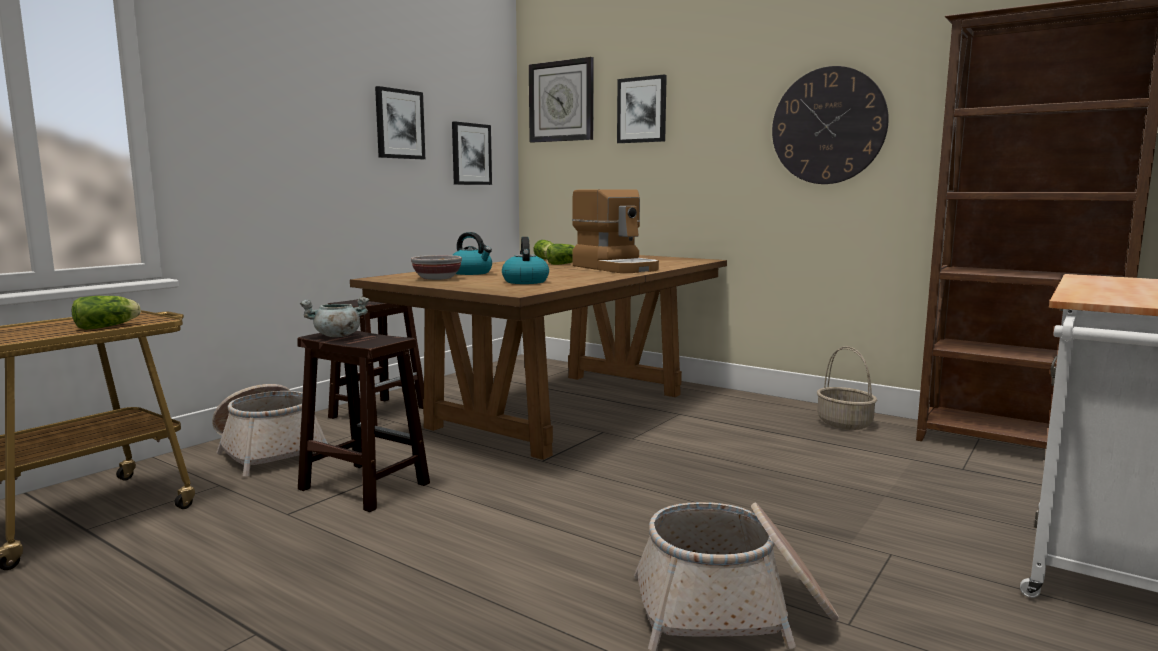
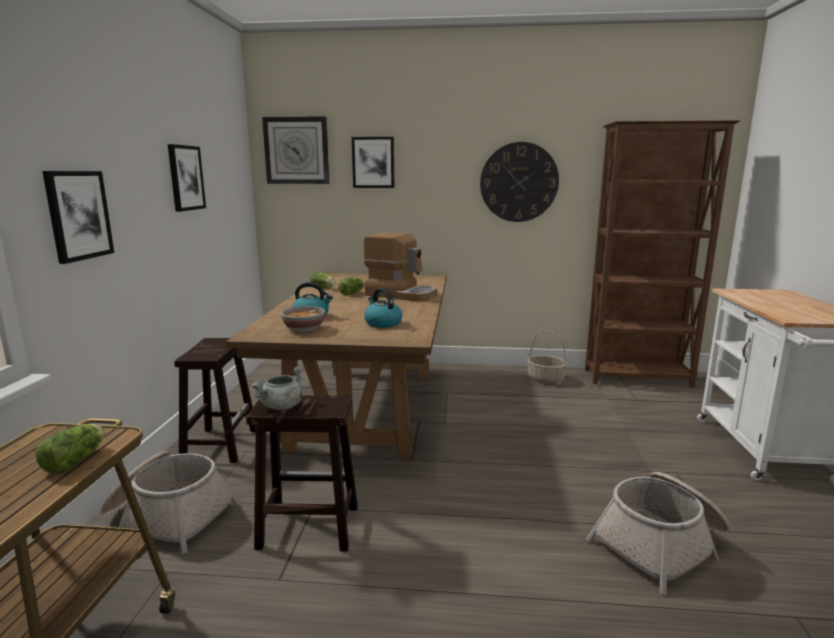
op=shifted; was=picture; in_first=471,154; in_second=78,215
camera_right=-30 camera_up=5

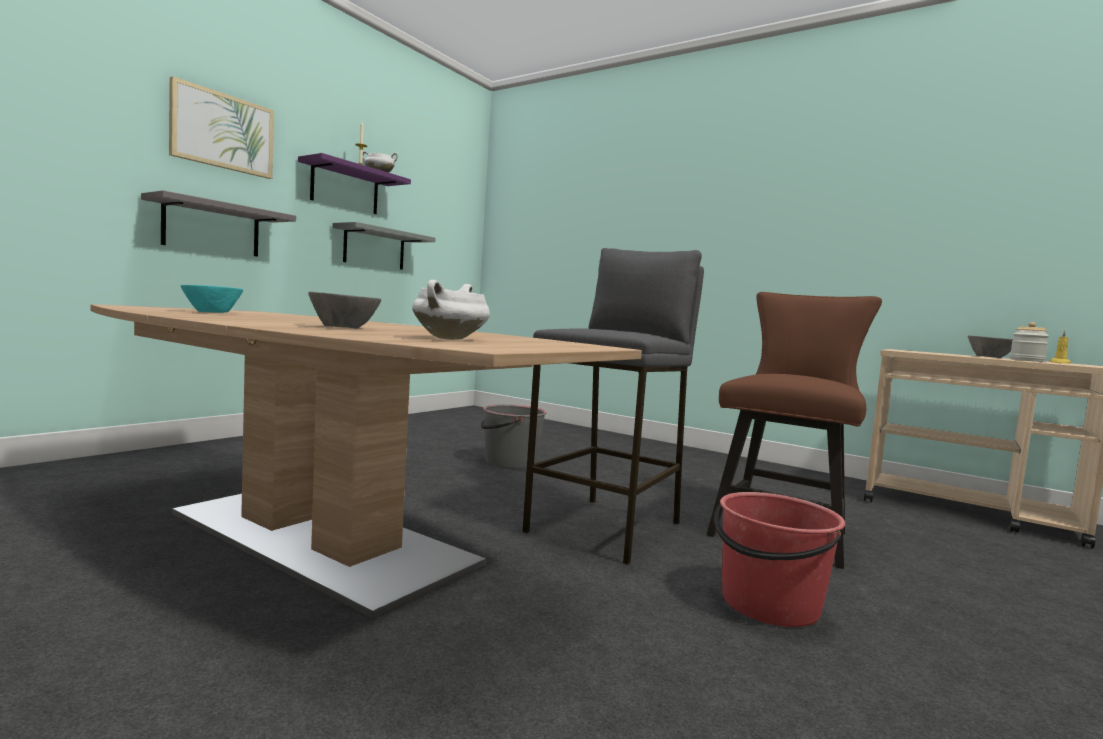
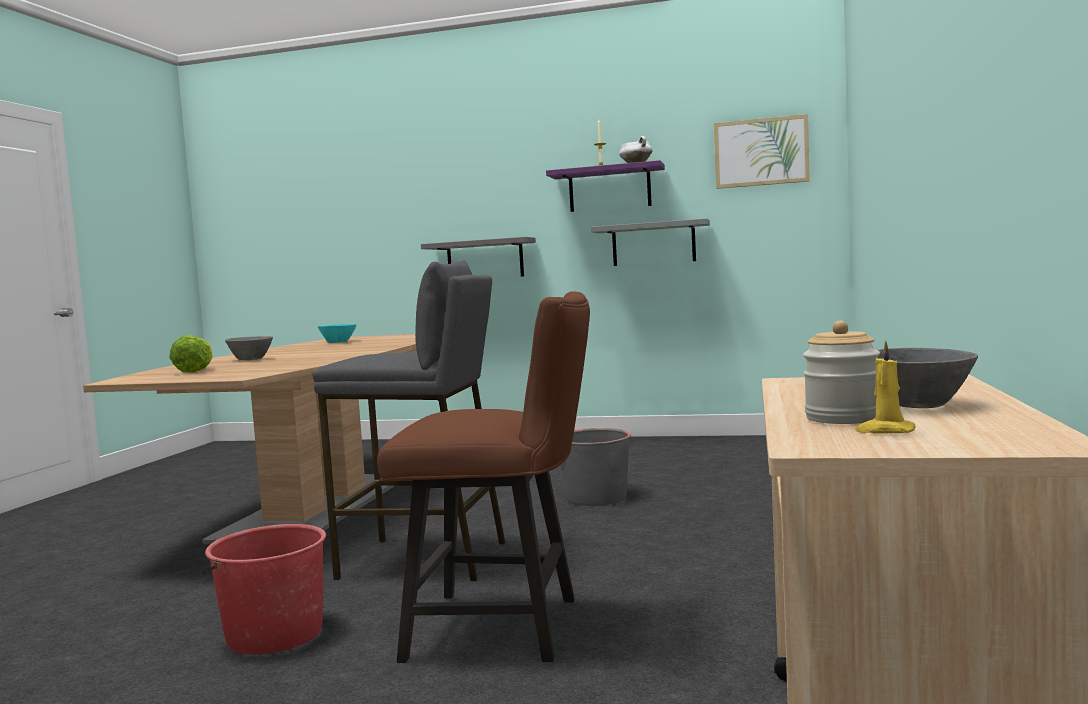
op=shifted; was=picture; in_first=223,131; in_second=761,152
op=swapped; was=white cooking pot; now=lettuce; in_first=450,339; in_second=195,371
camera_right=70 camera_up=0

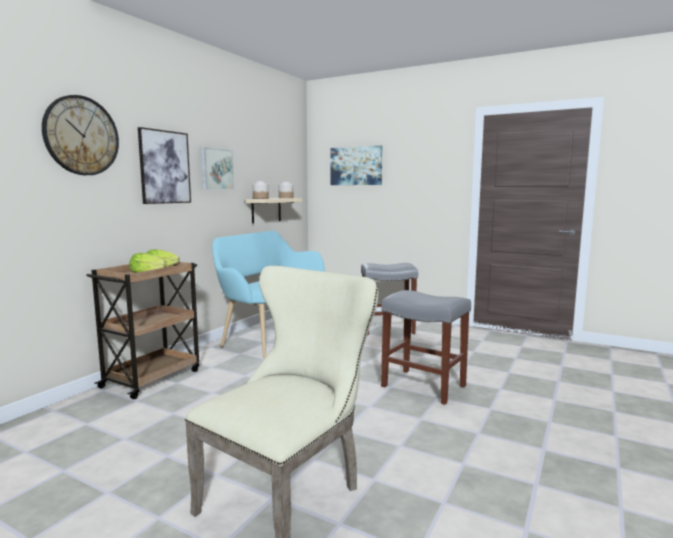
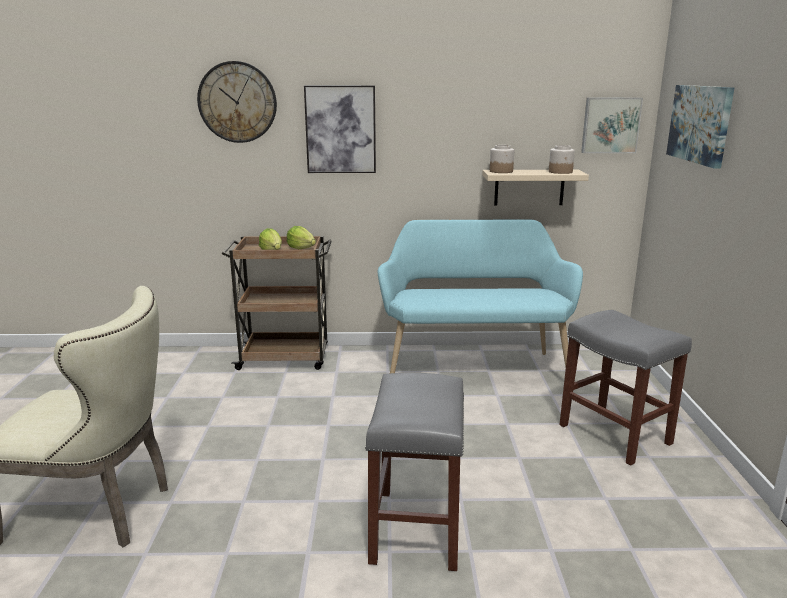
op=shifted; was=picture; in_first=216,169; in_second=610,125
camera_right=60 camera_up=10

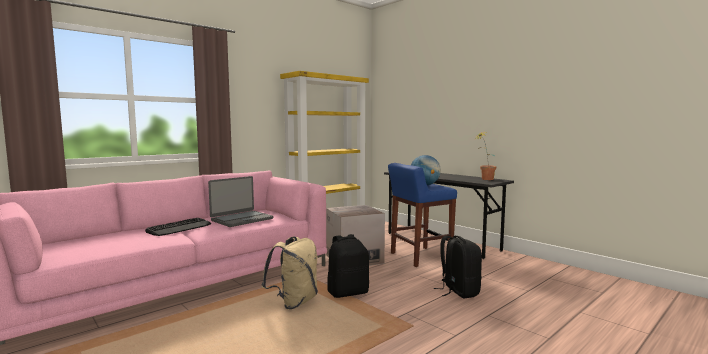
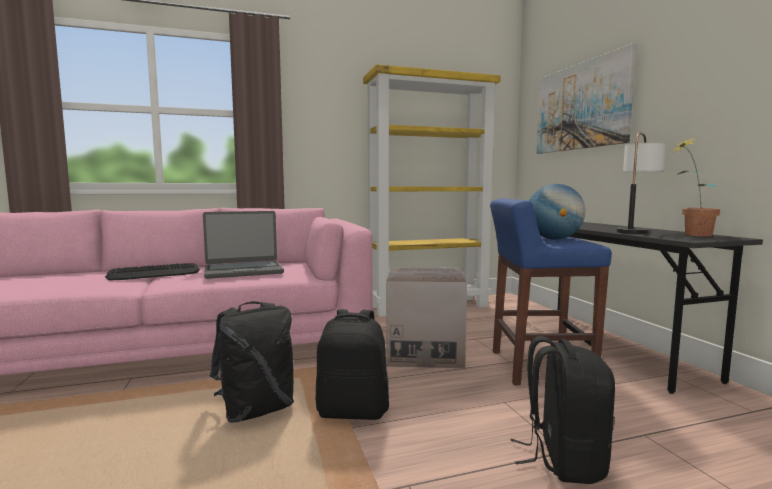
op=repainted; was=beige backpack; now=black backpack; in_first=294,302; in_second=256,410
op=new; now=picture; in_second=581,106
op=new; now=table lamp; in_second=636,231
camera_right=25 camera_up=0

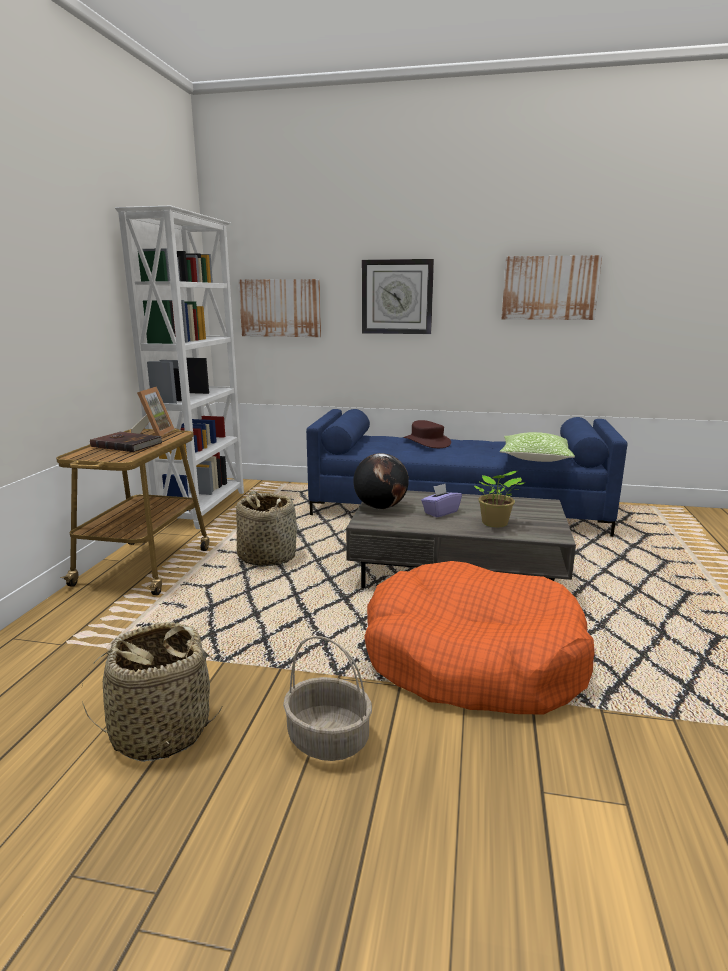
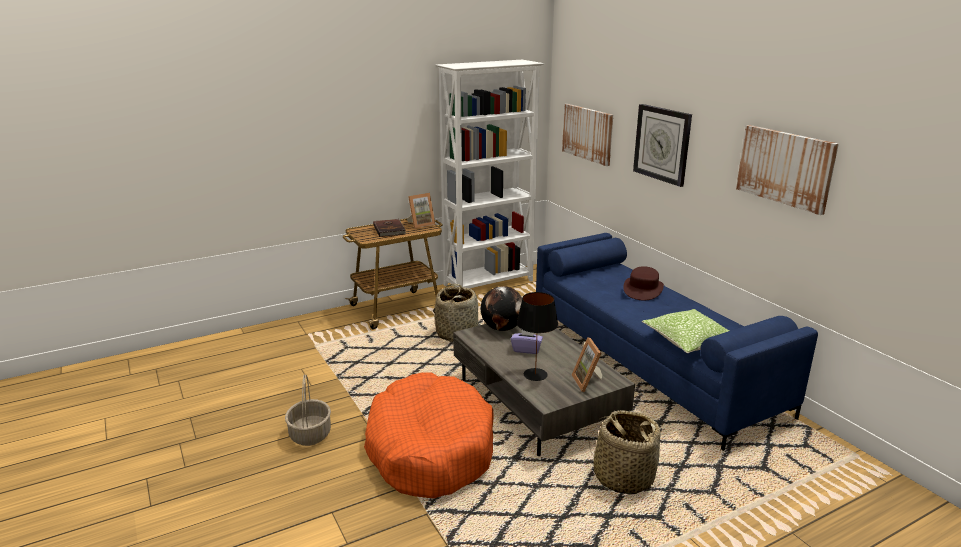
op=swapped; was=potted plant; now=black table lamp; in_first=495,524; in_second=535,374
op=shifted; was=basket; in_first=161,731; in_second=623,477
op=new; now=picture frame; in_second=588,382
camera_right=50 camera_up=5

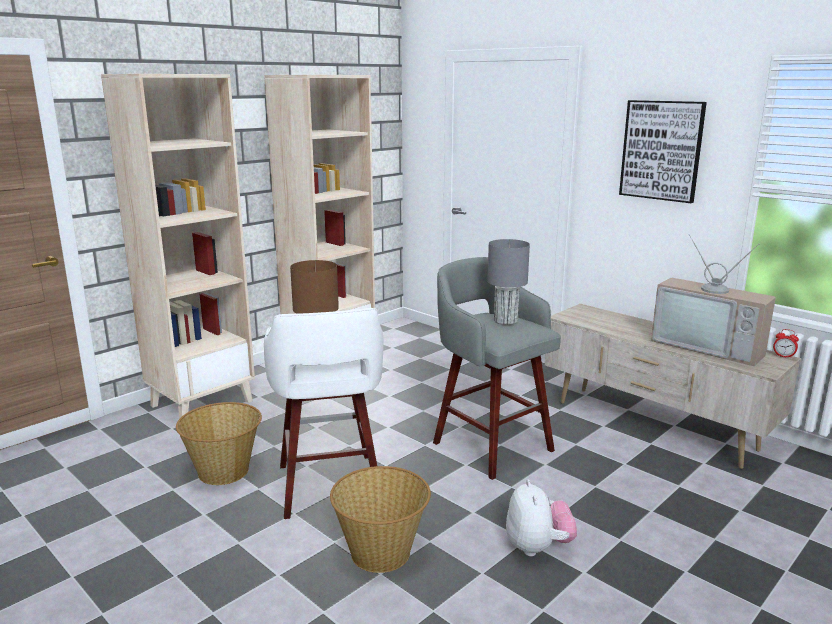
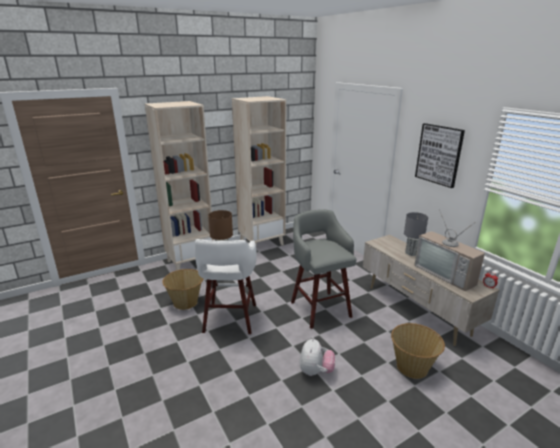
op=shifted; was=grey table lamp; in_first=505,321; in_second=411,253
op=shifted; was=basket; in_first=381,552; in_second=412,367
camera_right=15 camera_up=5

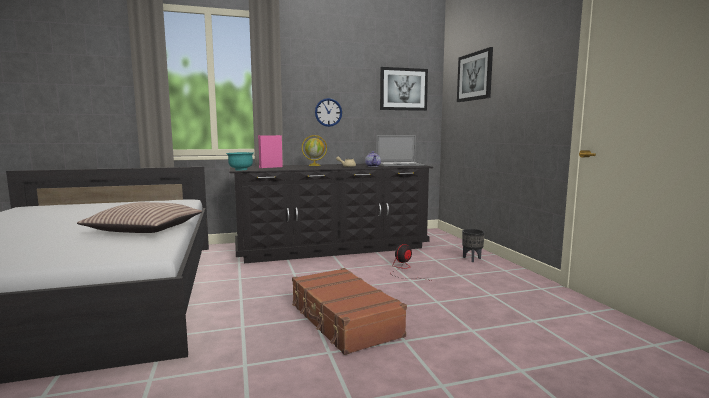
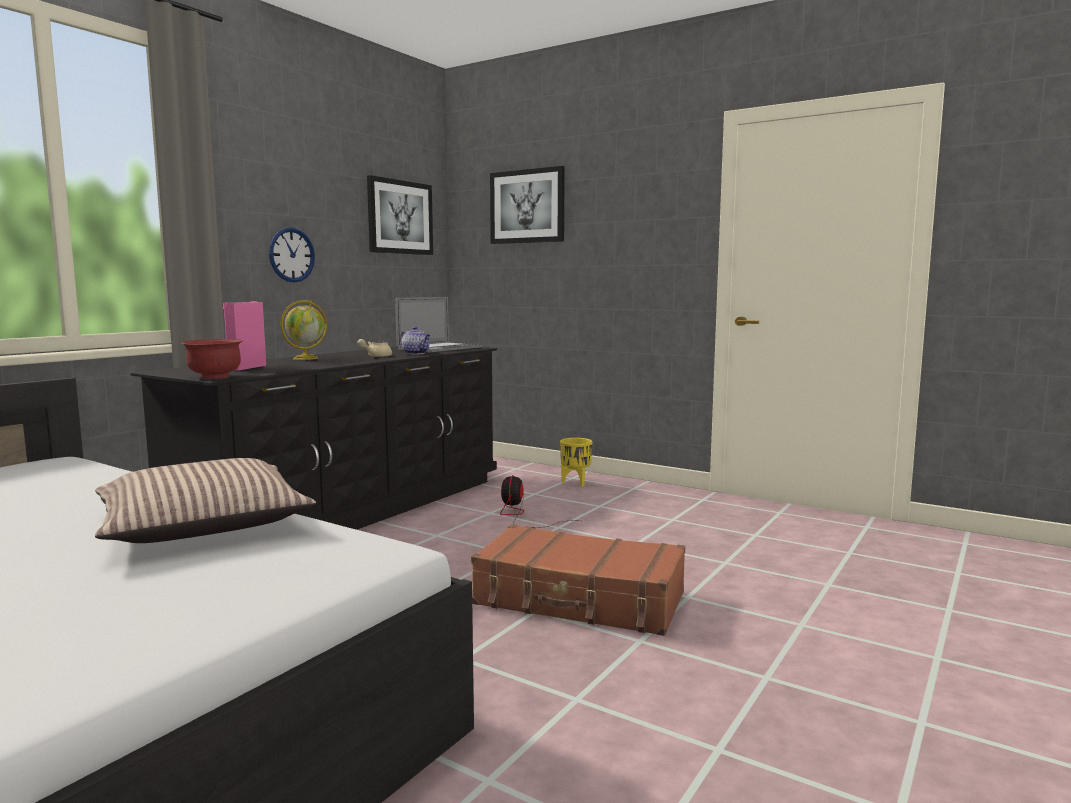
op=repainted; was=turquoise bowl; now=red bowl; in_first=240,169; in_second=214,377
op=repainted; was=black planter; now=yellow planter; in_first=472,259; in_second=576,483
camera_right=-40 camera_up=0

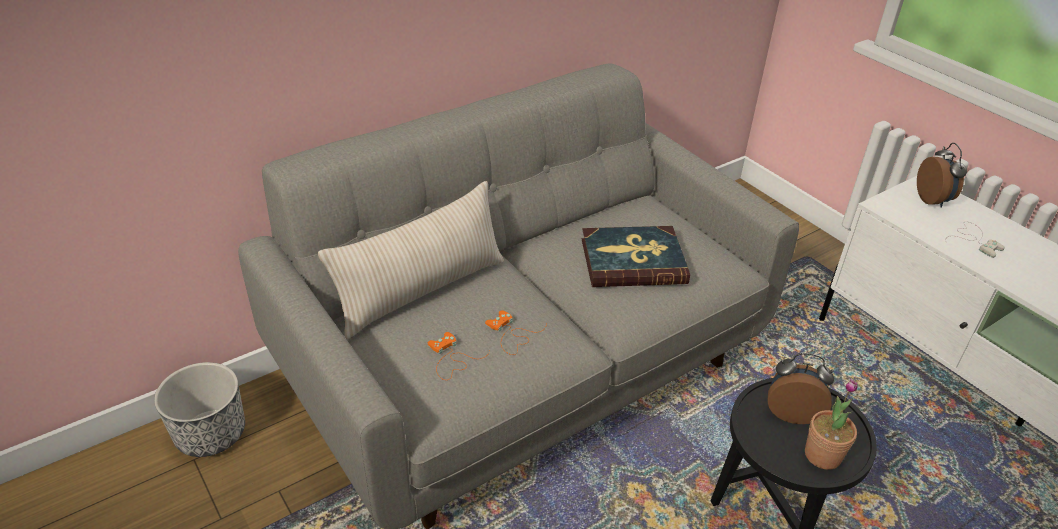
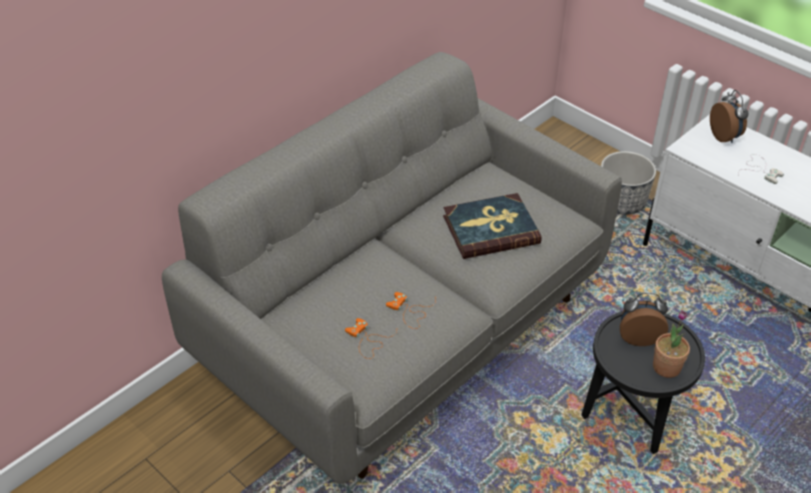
op=gone; was=beige pillow; in_first=421,291
op=shifted; was=planter; in_first=211,433; in_second=621,202
camera_right=-10 camera_up=5

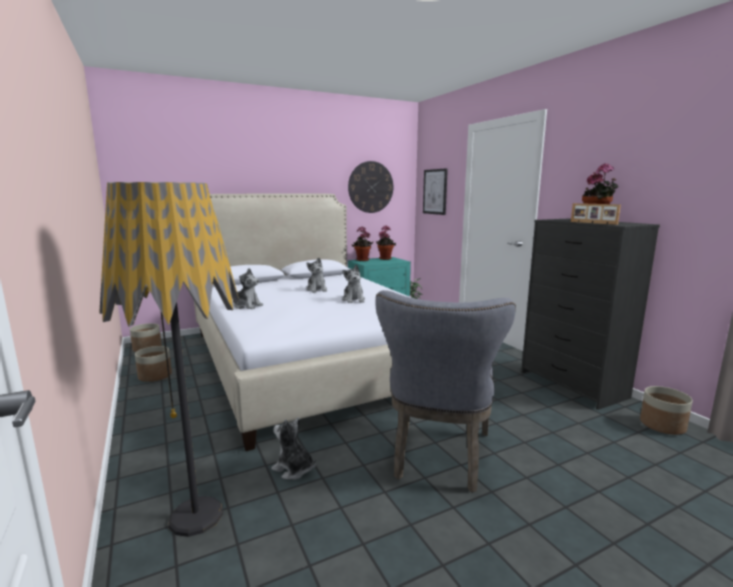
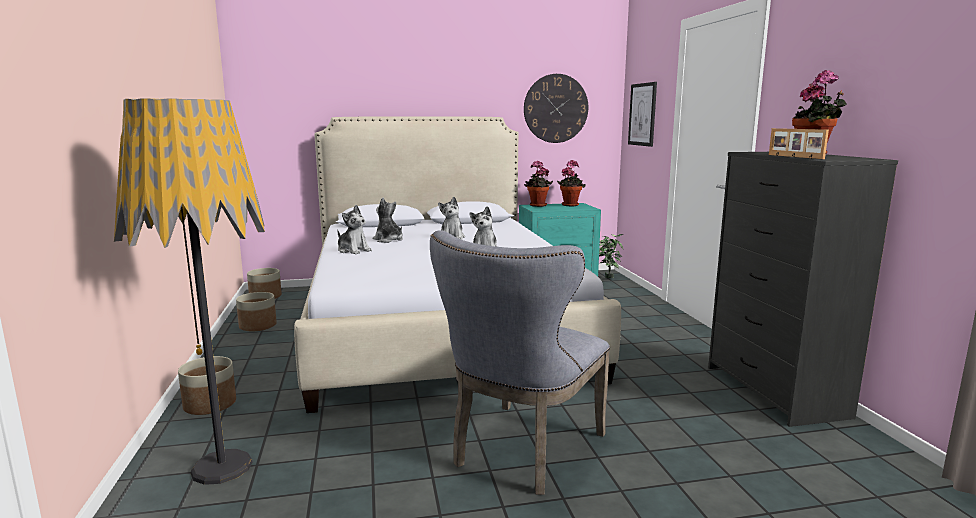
op=shifted; was=planter; in_first=662,425; in_second=209,404
op=shifted; was=plush toy; in_first=293,469; in_second=388,240
camera_right=15 camera_up=0

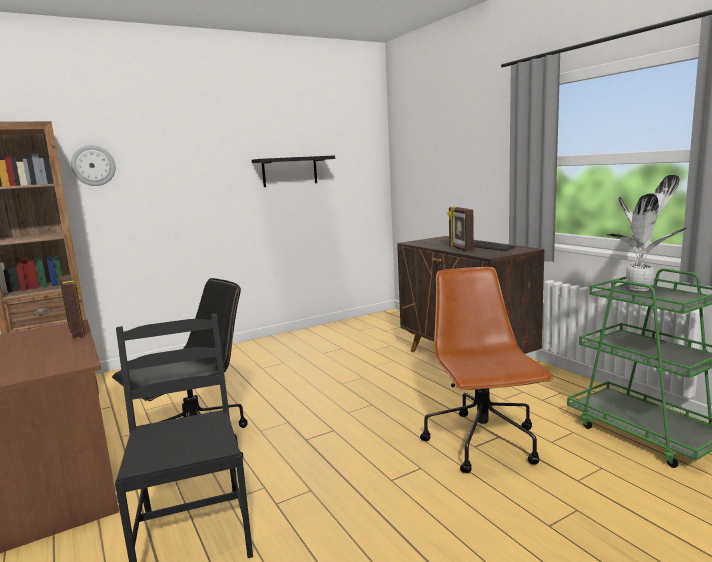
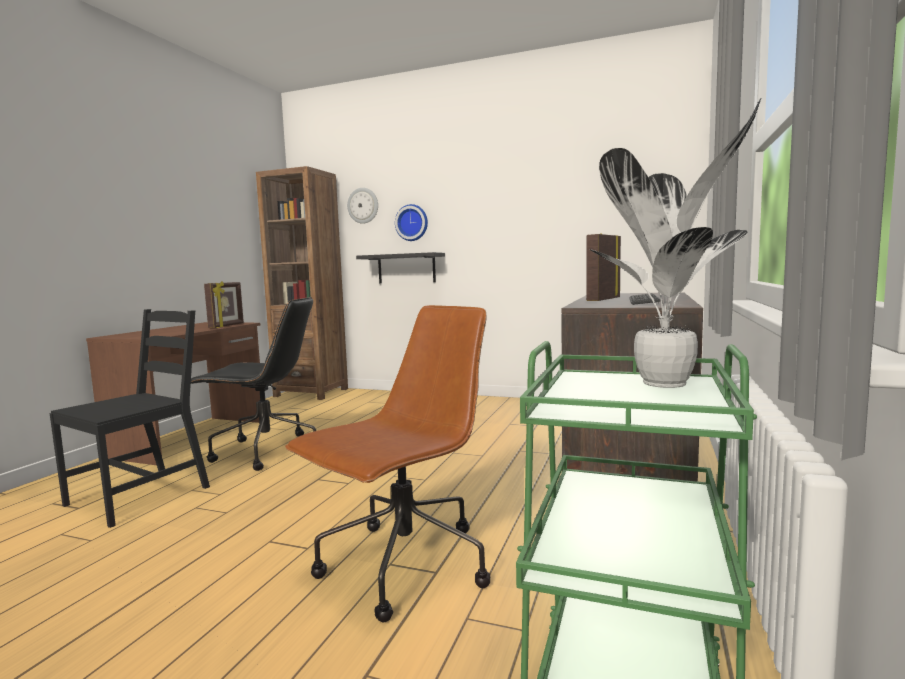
op=shifted; was=black shelf; in_first=289,171; in_second=406,268
op=new; now=wall clock; in_second=412,223
camera_right=50 camera_up=-5

